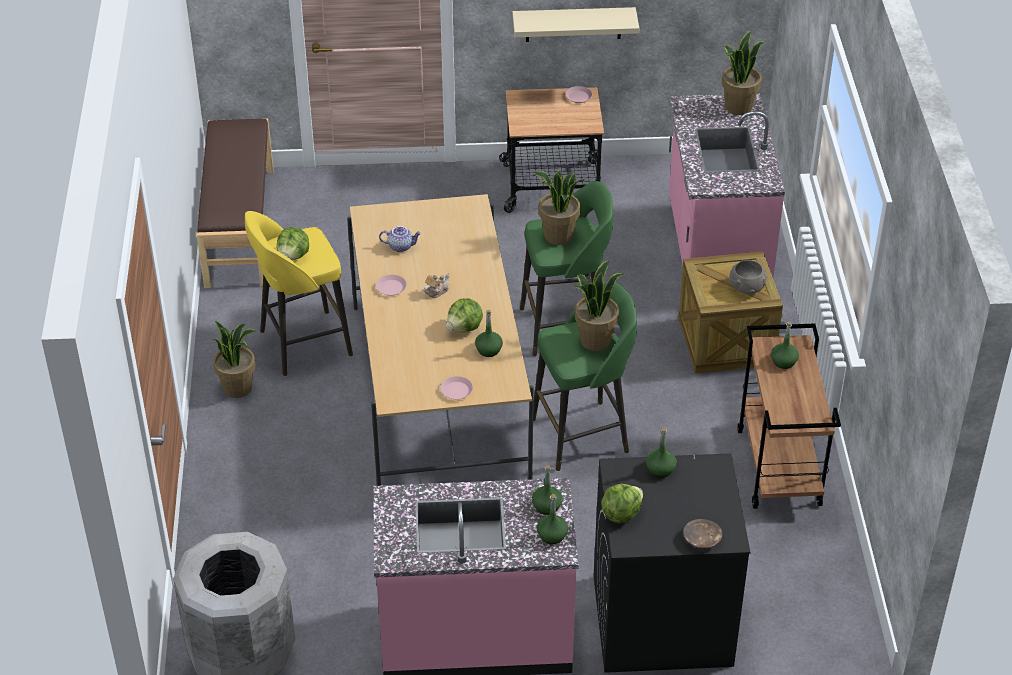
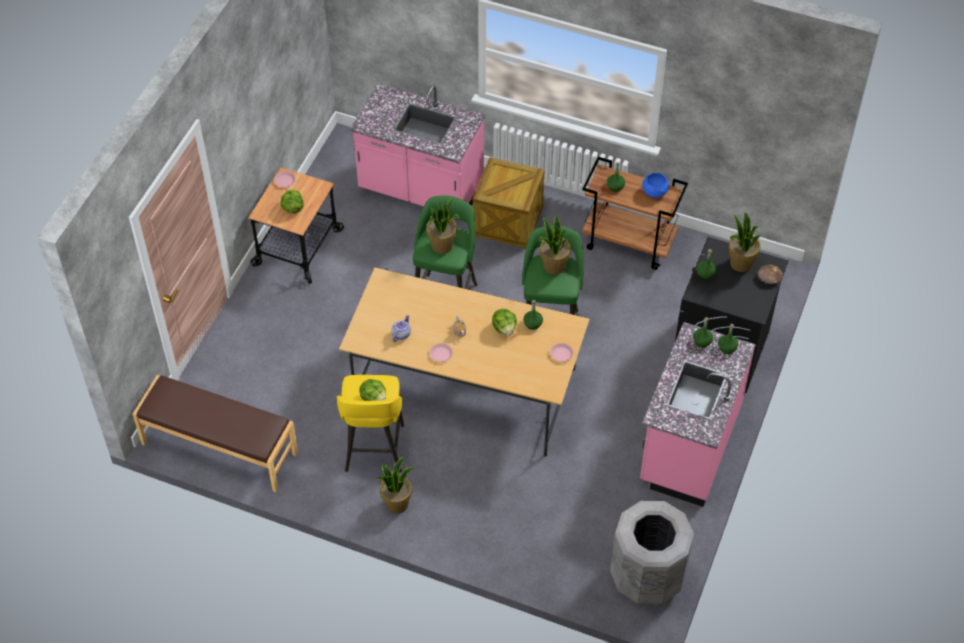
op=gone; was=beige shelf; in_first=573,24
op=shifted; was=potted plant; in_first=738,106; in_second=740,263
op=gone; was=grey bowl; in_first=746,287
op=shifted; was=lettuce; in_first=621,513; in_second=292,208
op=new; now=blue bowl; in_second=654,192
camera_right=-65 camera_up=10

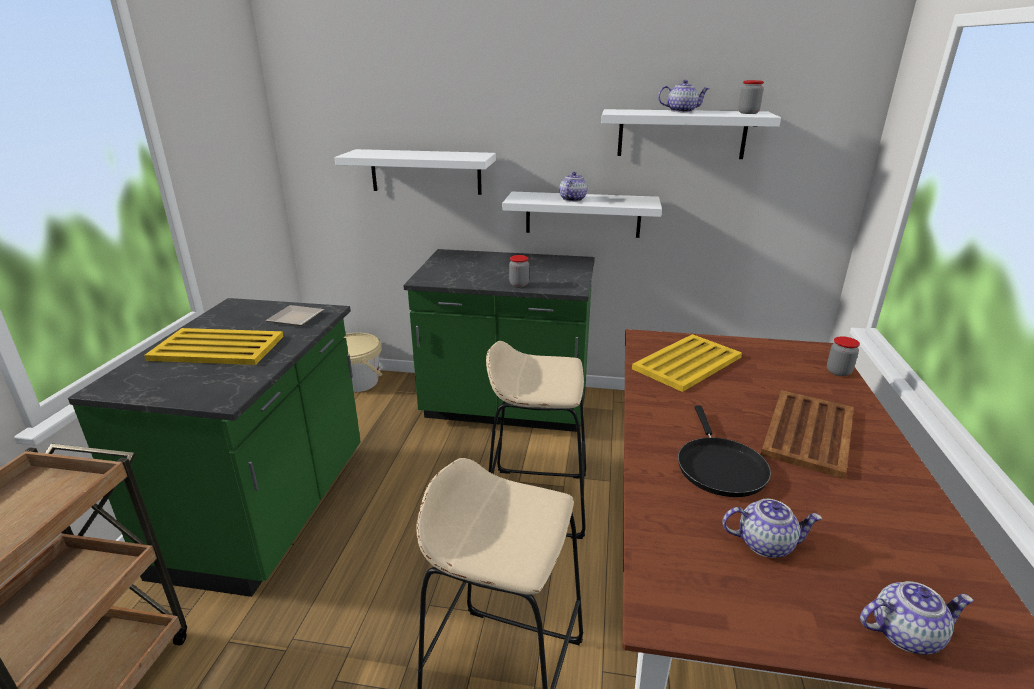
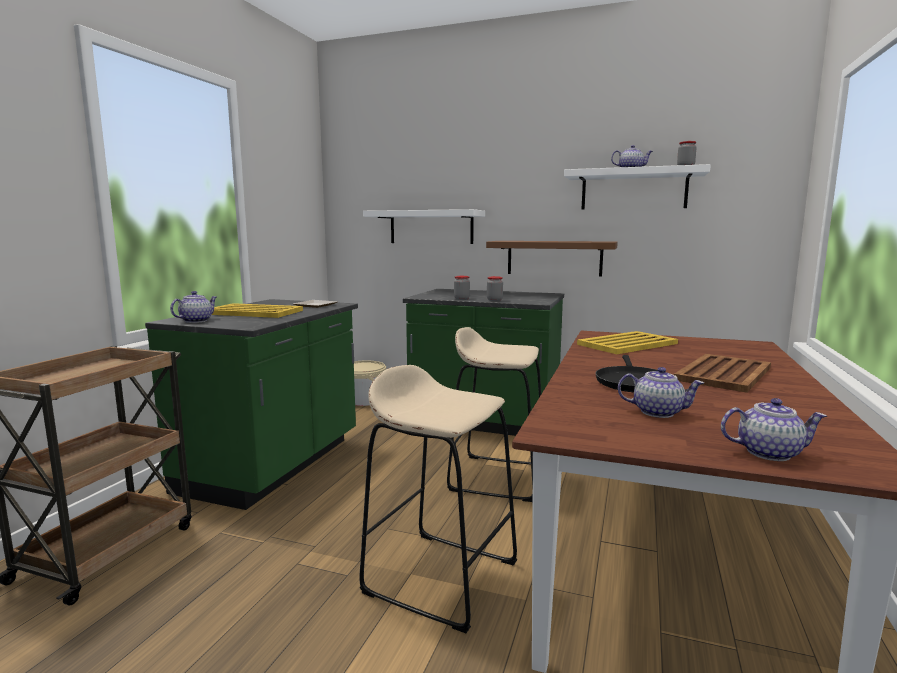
op=shifted; was=teapot; in_first=572,199; in_second=196,321
op=repainted; was=white shelf; now=brown shelf; in_first=583,214; in_second=554,258
op=shifted; was=jar; in_first=838,372; in_second=461,299
camera_right=10 camera_up=-15

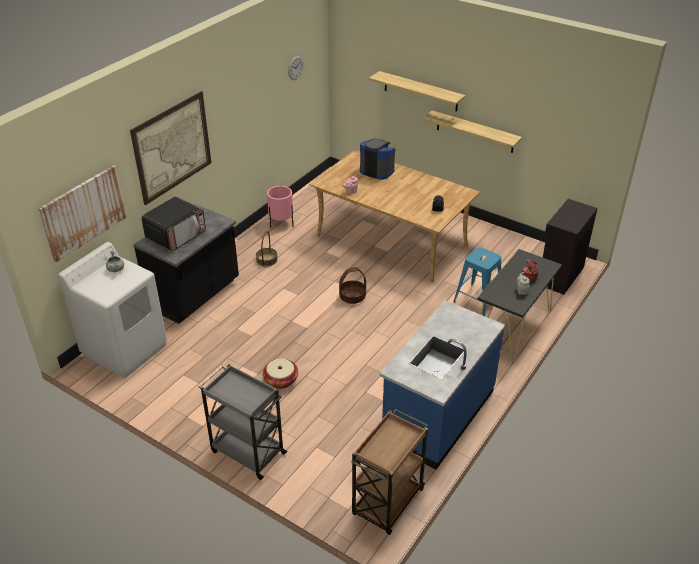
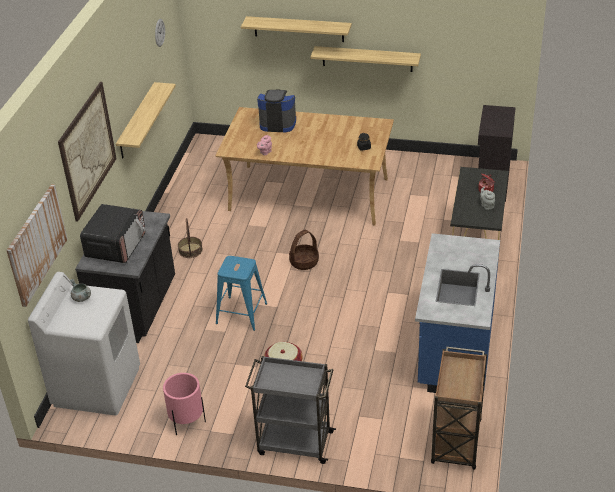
op=shifted; was=pink planter; in_first=281,223; in_second=187,422
op=shifted; was=blue stool; in_first=477,300; in_second=241,313
op=new; now=shelf; in_second=137,121
camera_right=-20 camera_up=0

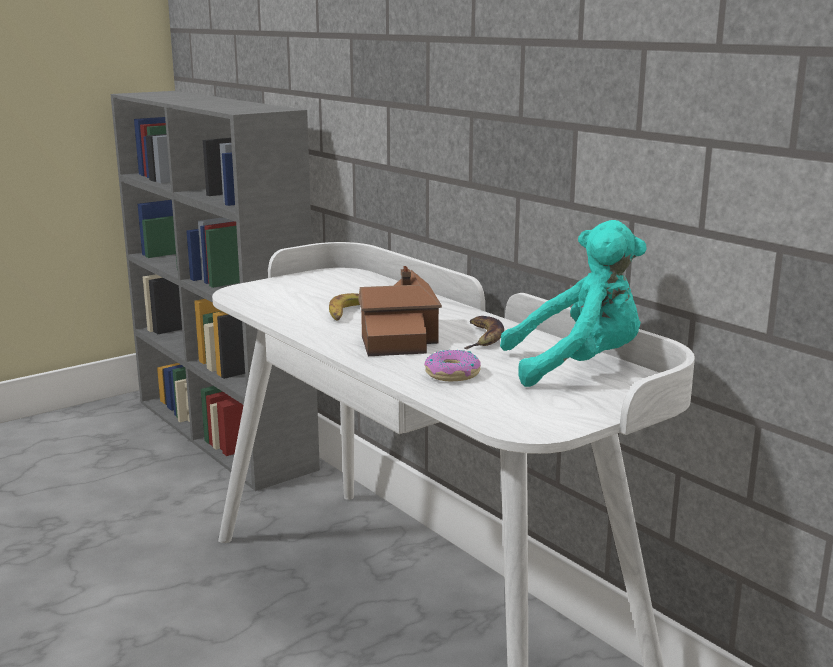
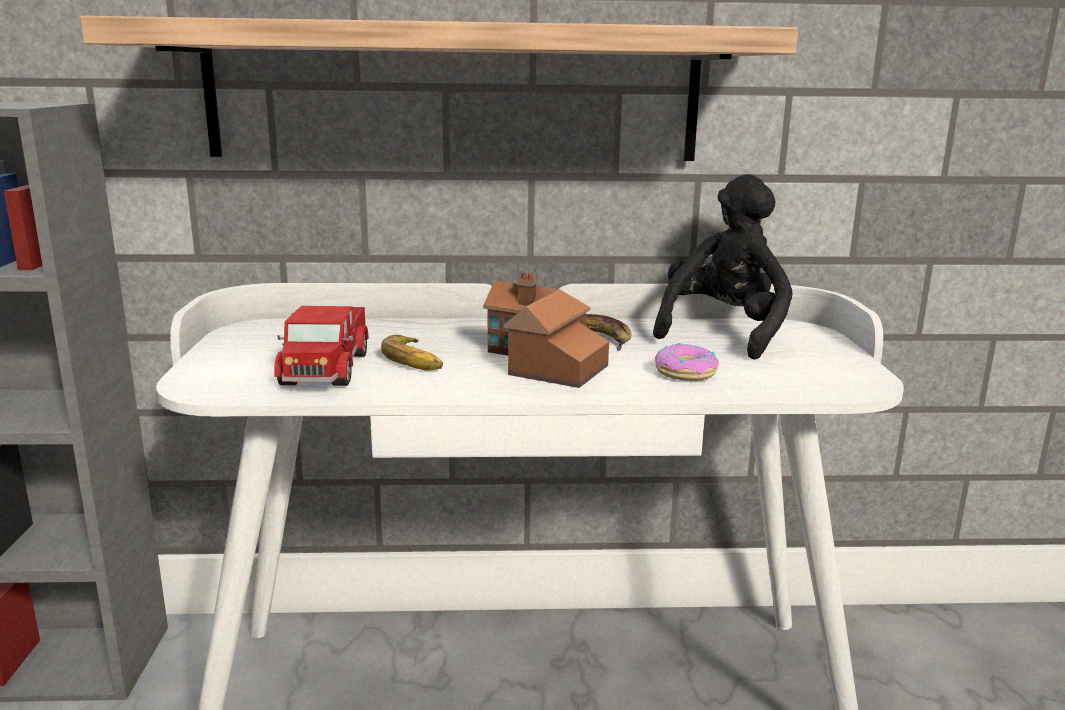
op=repainted; was=turquoise plush toy; now=black plush toy; in_first=577,366; in_second=723,333
op=new; now=shelf; in_second=454,95
op=new; now=toy truck; in_second=327,367
camera_right=-55 camera_up=0

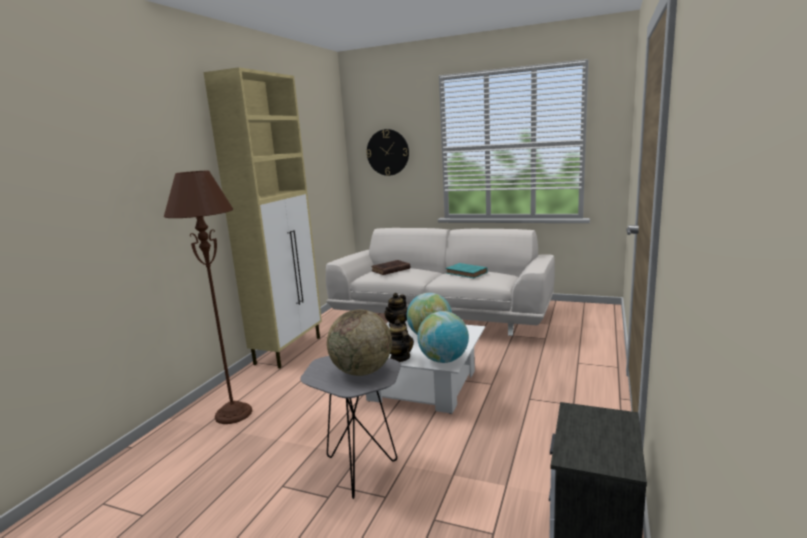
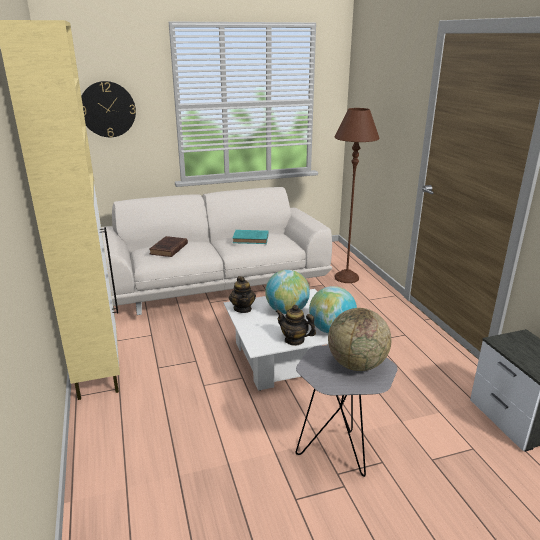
op=shifted; was=brown floor lamp; in_first=233,414; in_second=346,277
camera_right=-40 camera_up=10

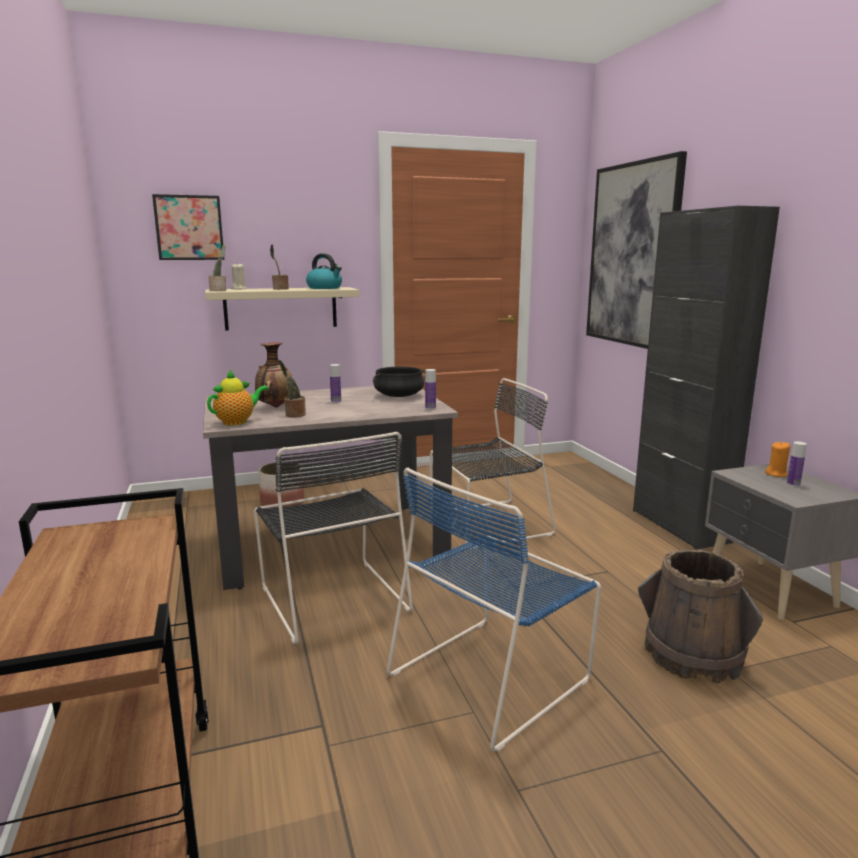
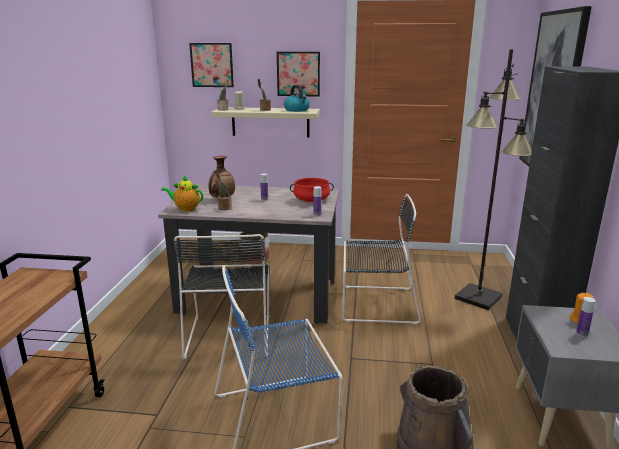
op=repainted; was=black cooking pot; now=red cooking pot; in_first=399,396; in_second=311,200
op=rotated; was=teapot; in_first=237,422; in_second=185,209; clockwise=-150
op=new; now=black floor lamp; in_second=479,297
op=new; now=picture; in_second=298,74
camera_right=25 camera_up=5

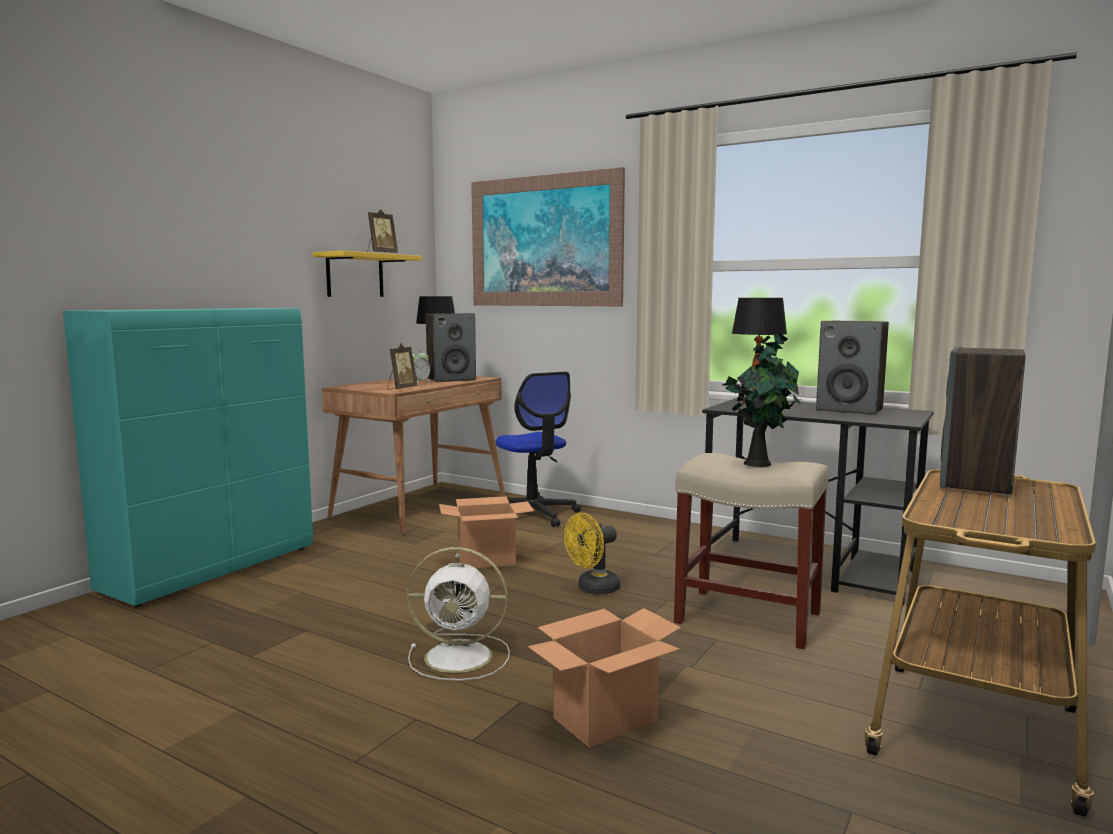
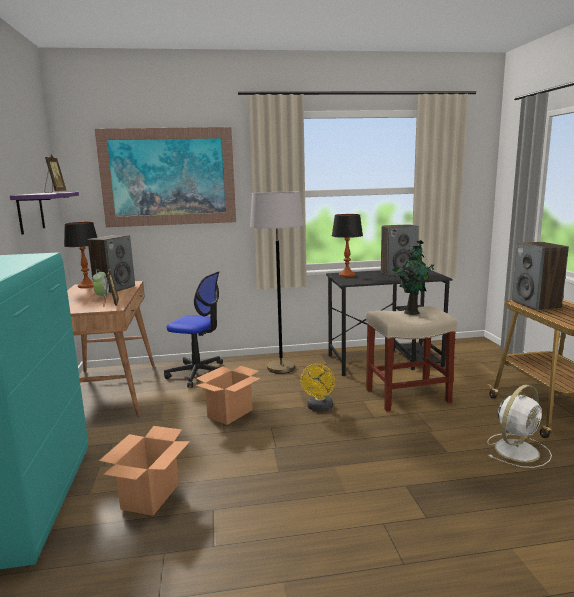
op=repainted; was=yellow shelf; now=purple shelf; in_first=355,275; in_second=30,212
op=shifted; was=white fan; in_first=461,657; in_second=518,450
op=shifted; was=cardboard box; in_first=604,720; in_second=150,497
op=new; now=grey floor lamp; in_second=281,368
camera_right=-40 camera_up=5

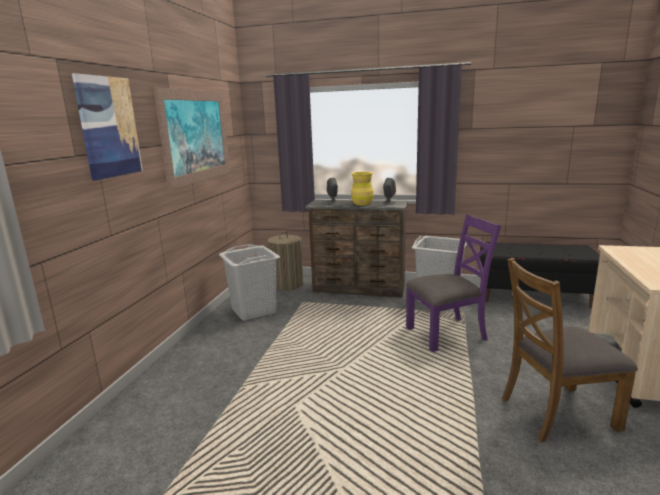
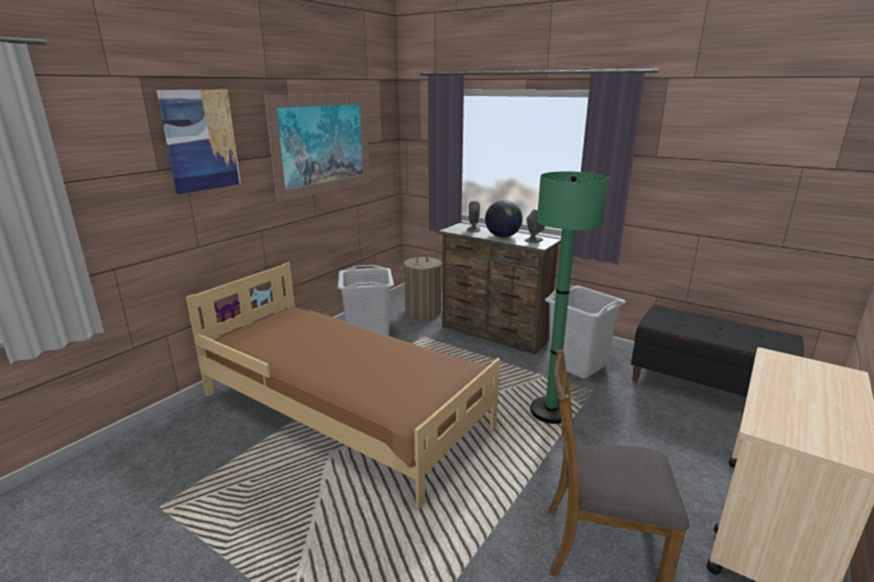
op=swapped; was=yellow vase; now=globe; in_first=362,203; in_second=502,236
op=swapped; was=purple chair; now=green floor lamp; in_first=447,334; in_second=550,412
op=new; now=brown bed; in_second=346,410
camera_right=20 camera_up=5

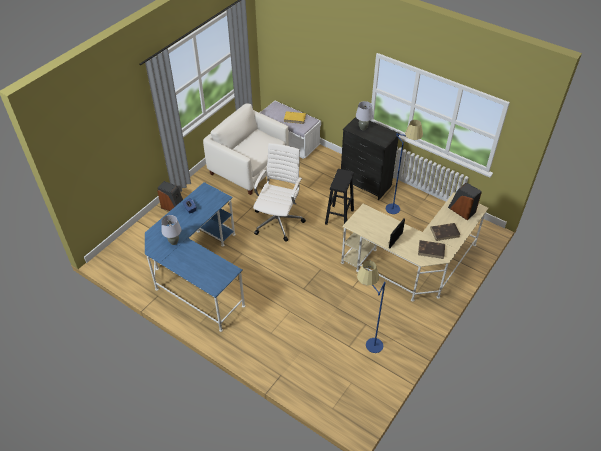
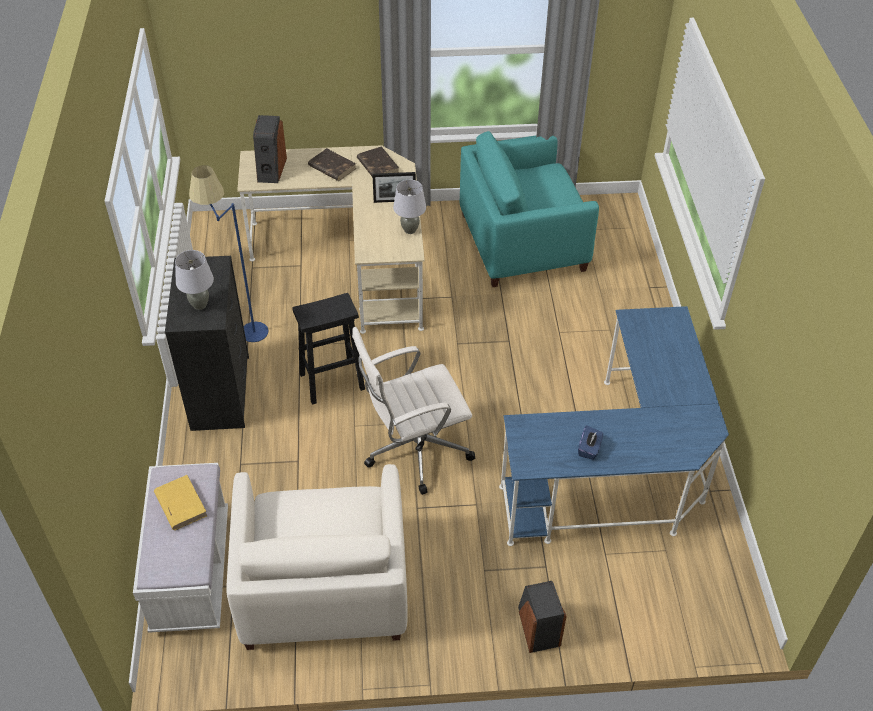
op=shifted; was=grey table lamp; in_first=174,242; in_second=410,230
op=swapped; was=blue floor lamp; now=turquoise armchair; in_first=366,344; in_second=523,242
camera_right=-130 camera_up=0

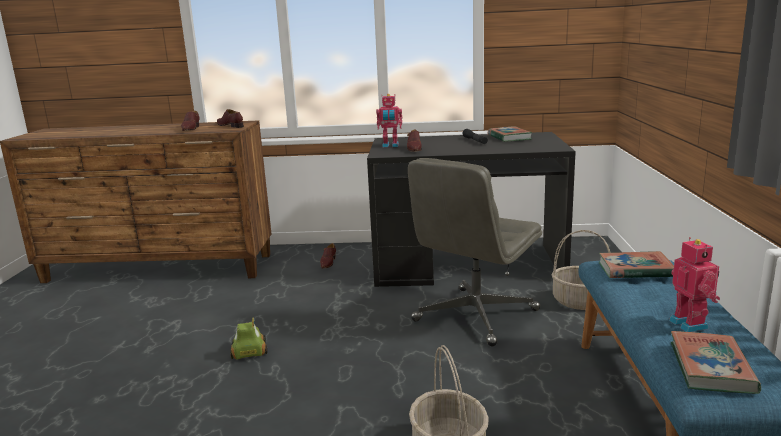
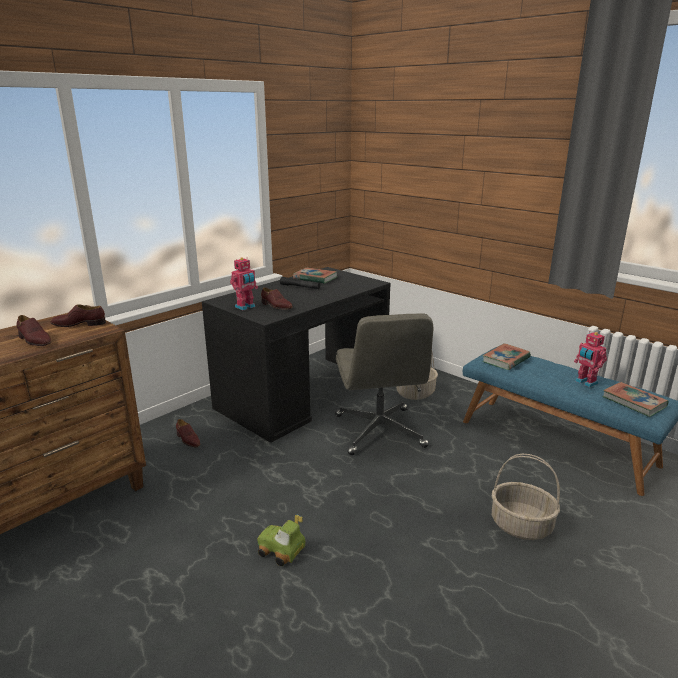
op=rotated; was=toy robot; in_first=690,324; in_second=585,382; clockwise=-150
camera_right=-50 camera_up=5

